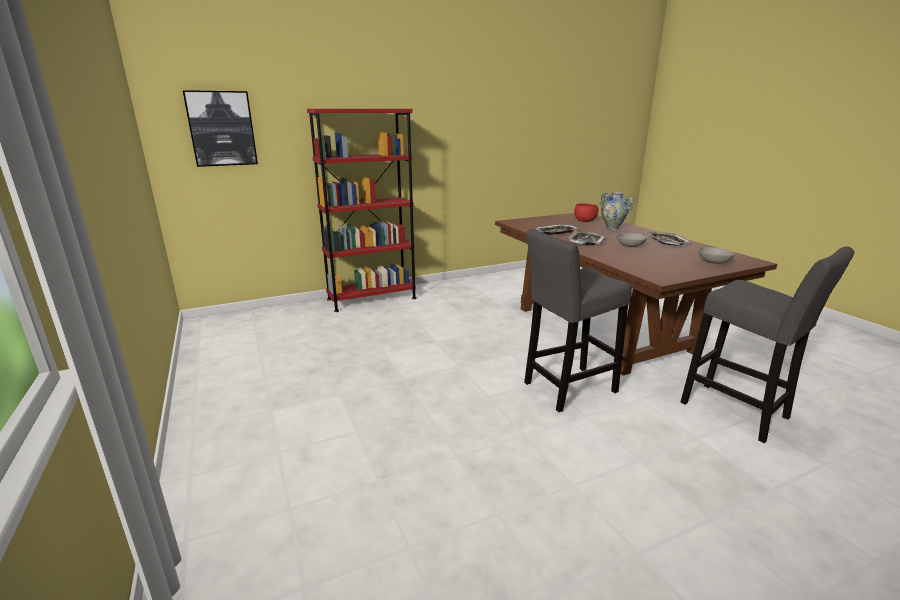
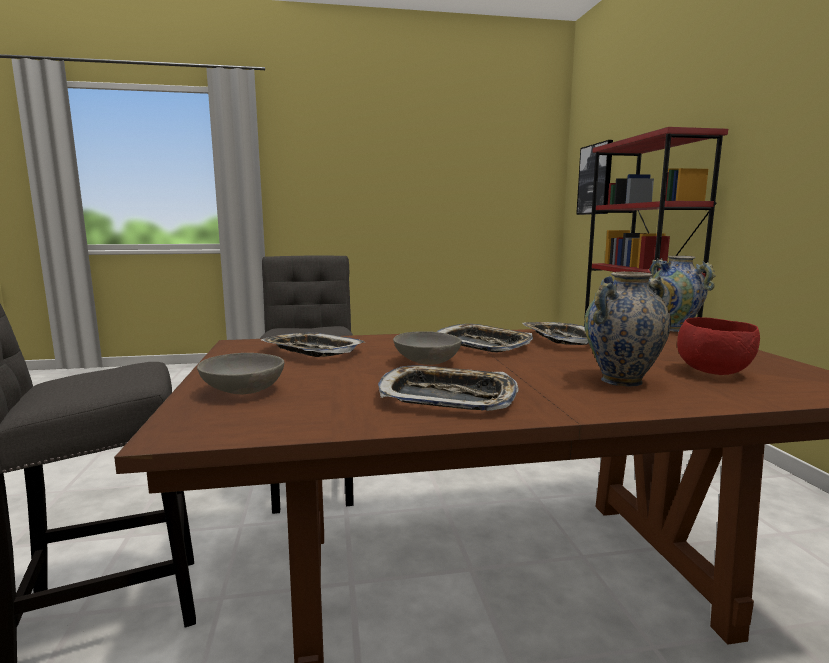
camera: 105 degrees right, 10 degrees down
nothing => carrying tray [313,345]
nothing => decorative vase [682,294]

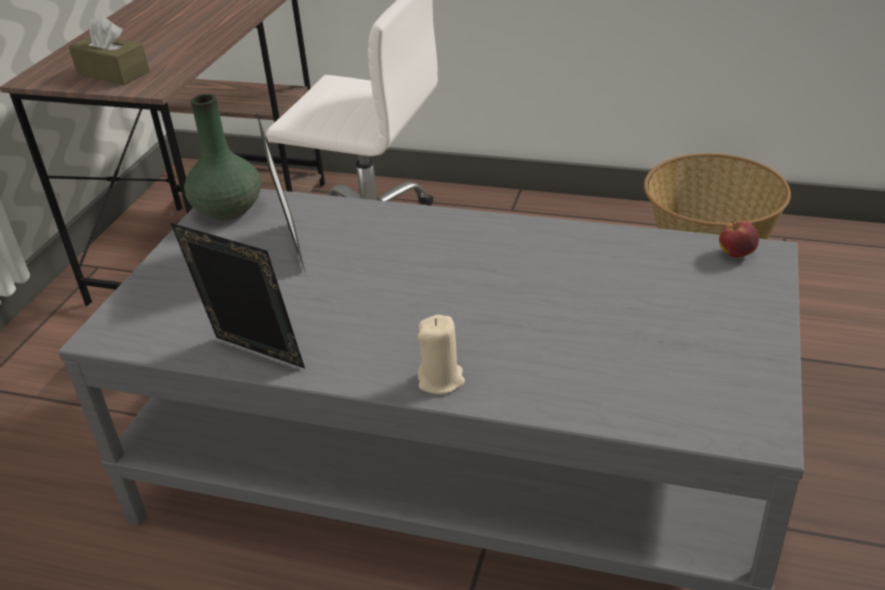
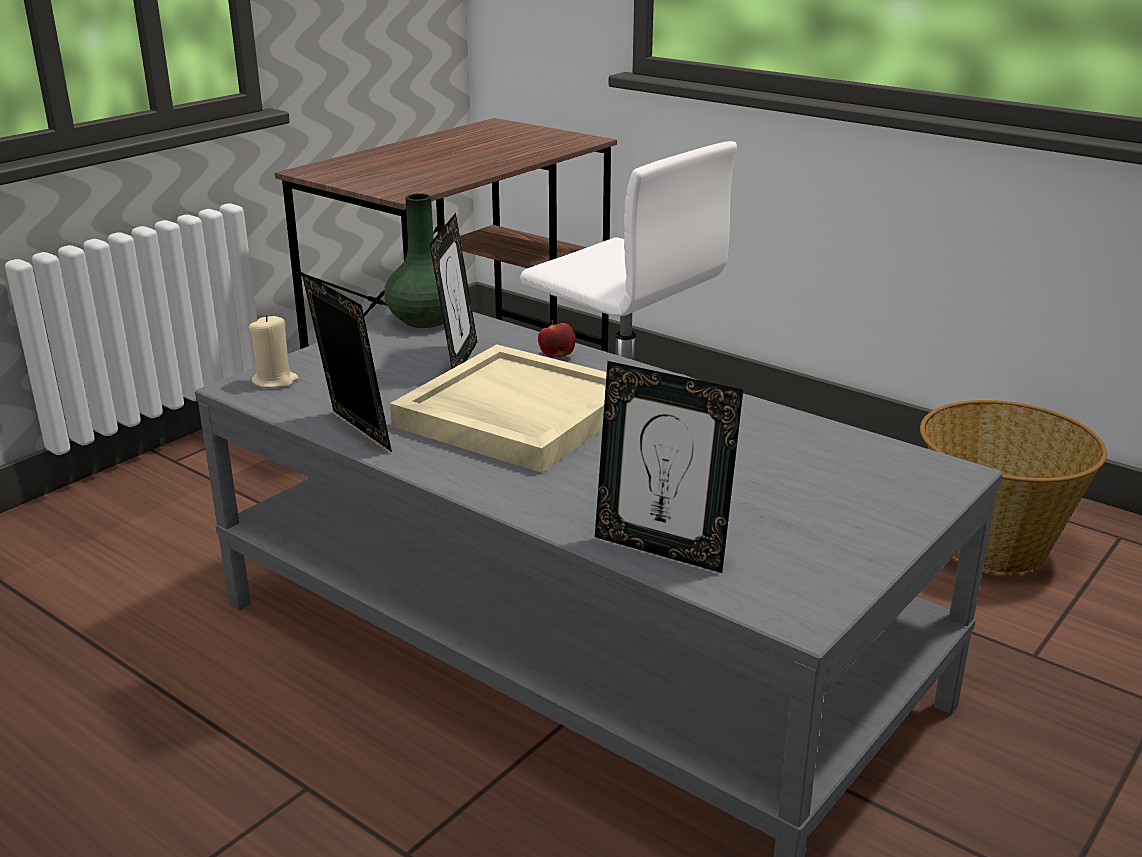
camera: 20 degrees right, 10 degrees down
tissue holder (brown) [109,50] => nothing
nothing => carrying tray (beige) [498,408]
nothing => photo frame [669,467]
wax candle (beige) [441,354] => wax candle (beige) [274,351], moved
apple [739,239] => apple [557,339], moved

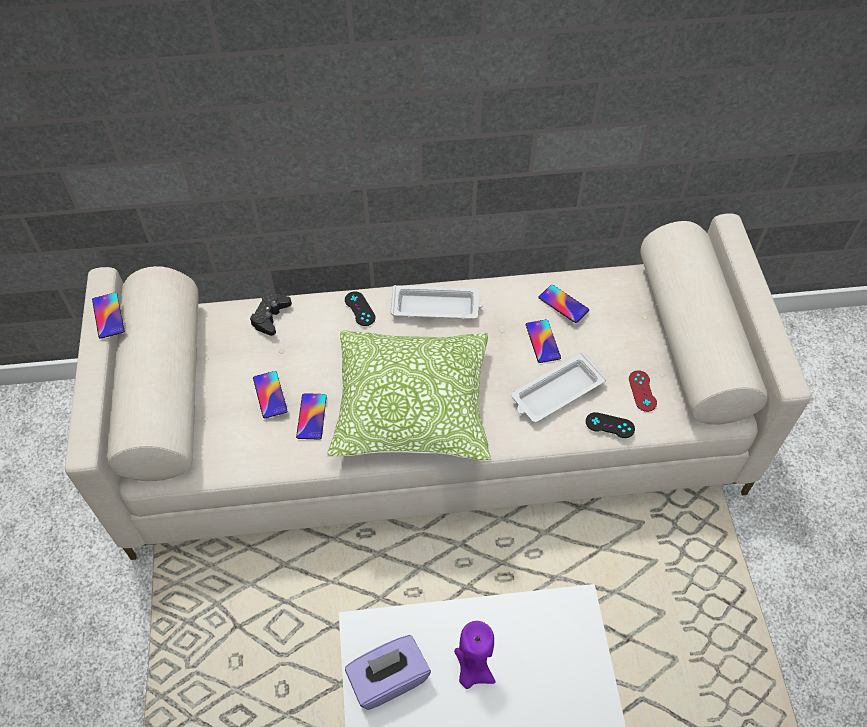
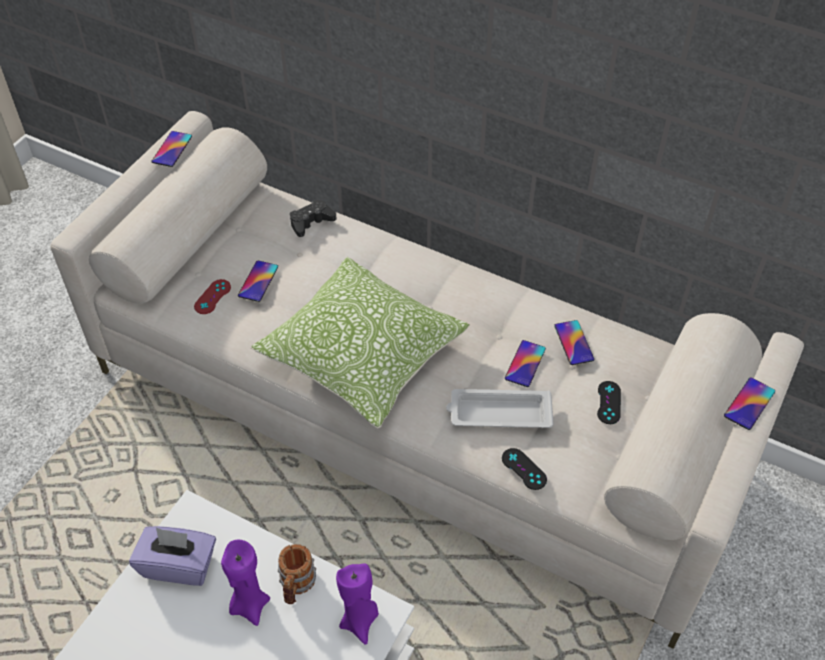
camera: 35 degrees right, 5 degrees down
carrying tray (white) [437,302] => nothing
nothing => coffee mug [297,574]
nothing => wax candle (purple-coloured) [357,604]
handset [311,416] => handset [749,403], moved
game controller (black-coloured) [360,308] => game controller (black-coloured) [609,402], moved
game controller (reddish) [643,391] => game controller (reddish) [212,296], moved

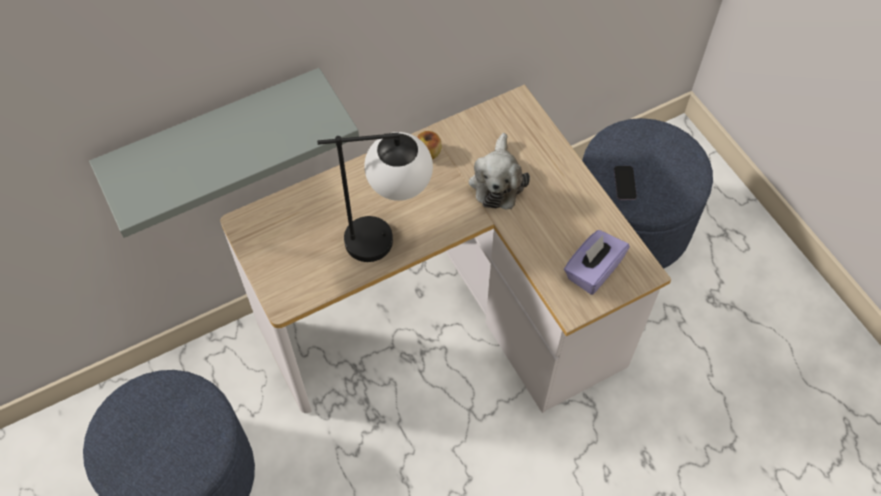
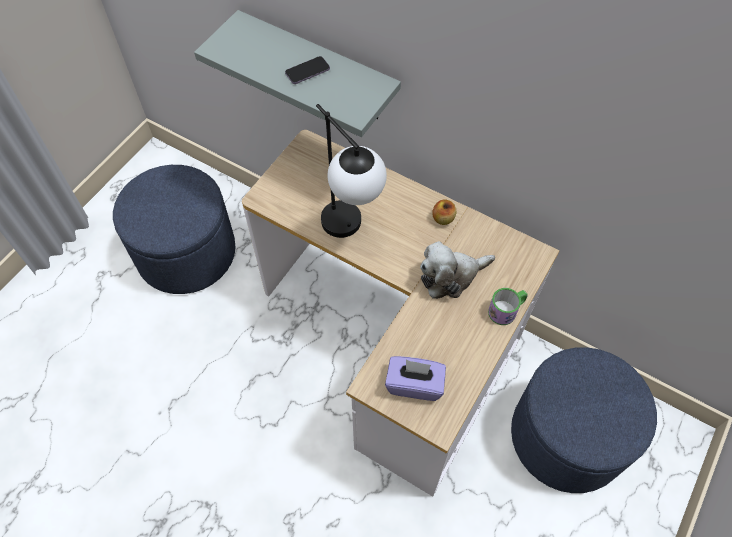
camera: 60 degrees right, 0 degrees up
nothing => coffee mug [508,306]
handset [625,183] => handset [307,70], moved

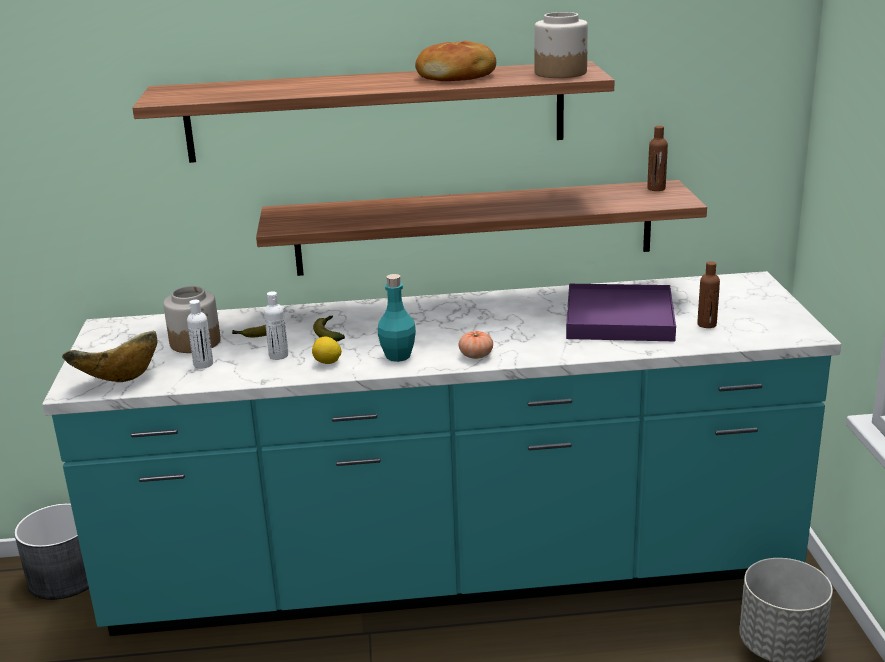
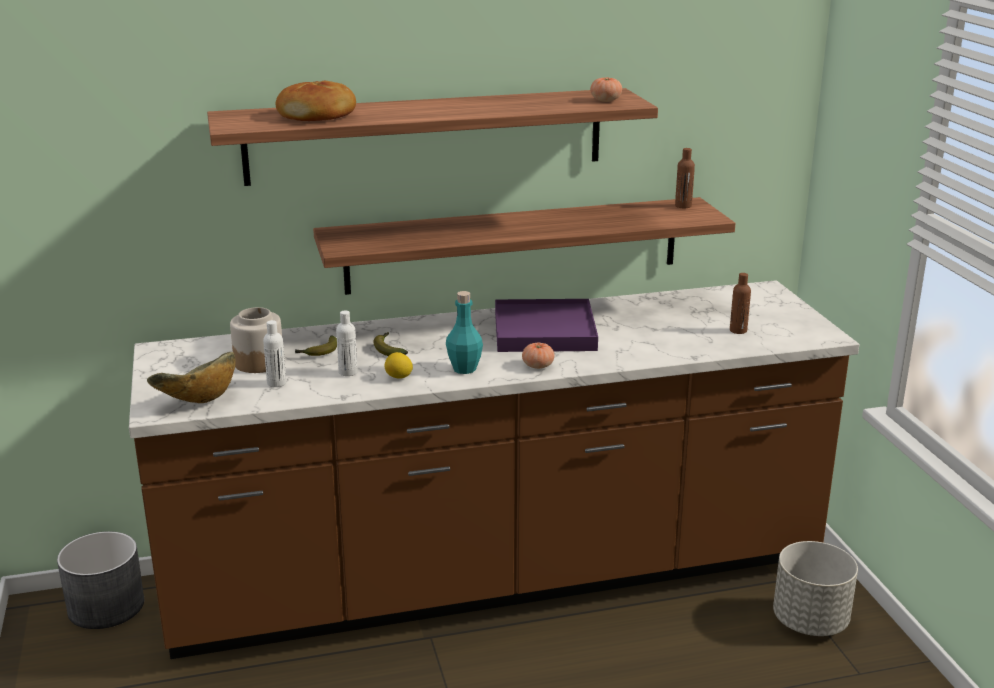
camera: 10 degrees left, 0 degrees up
baked bread [455,61] => baked bread [315,101], moved
carrying tray (purple-coloured) [621,312] => carrying tray (purple-coloured) [546,325], moved
preserve jar [561,45] => tomato [606,89]
counter (turquoise-coloured) [441,453] => counter (brown) [494,469]

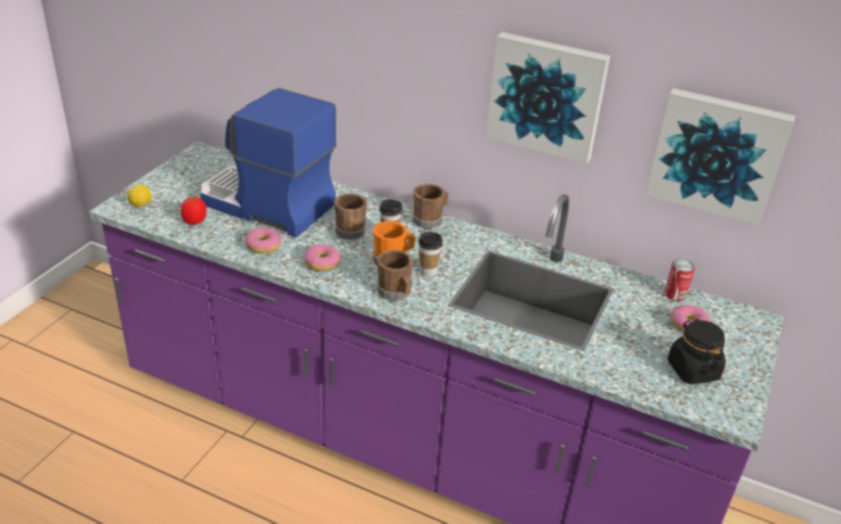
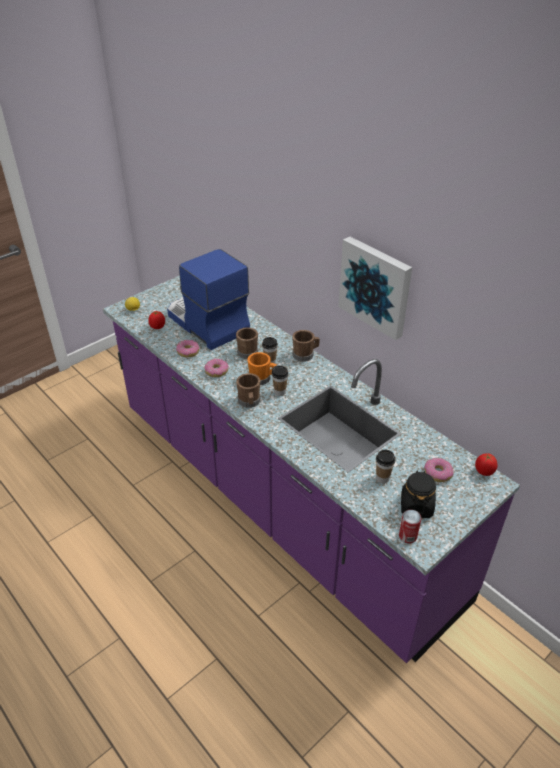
camera: 25 degrees right, 5 degrees up
wall art [720,157] => nothing
nothing => drinking cup [385,466]
nothing => tomato [486,464]
sealed can [680,280] => sealed can [410,526], moved

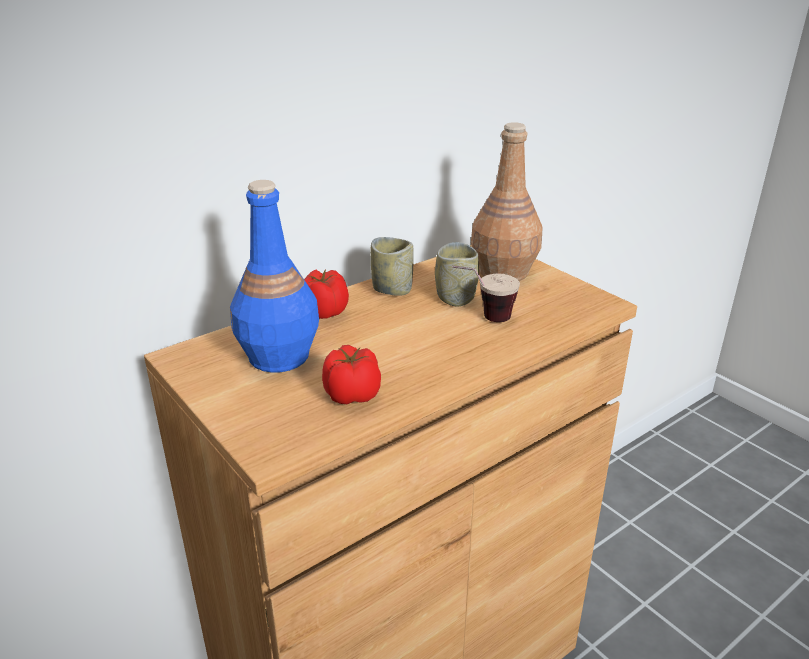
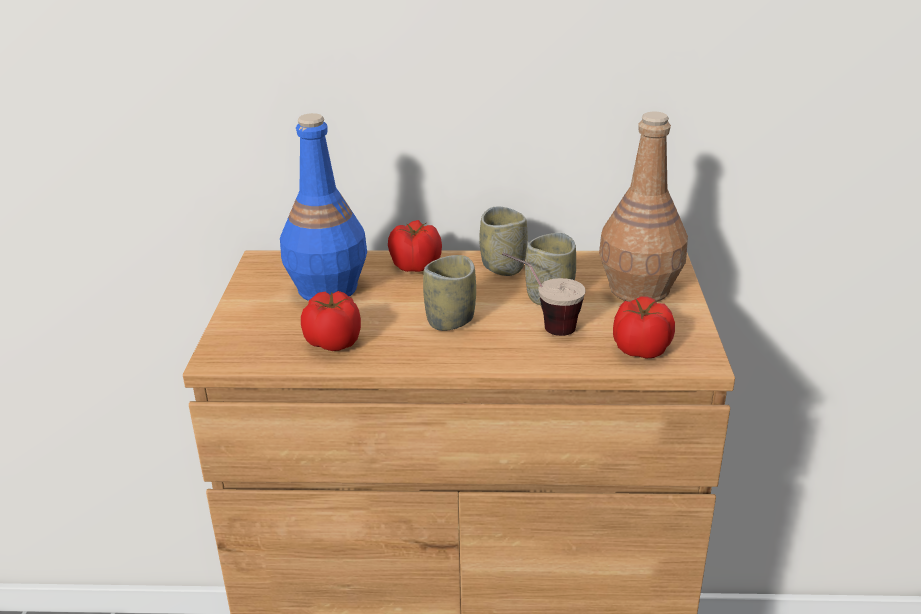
camera: 40 degrees right, 0 degrees up
nothing => drinking cup [449,293]
nothing => tomato [644,328]

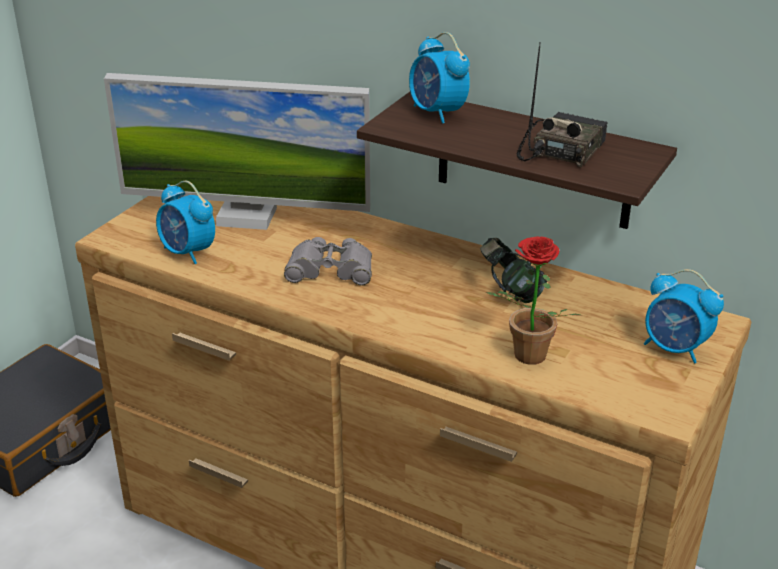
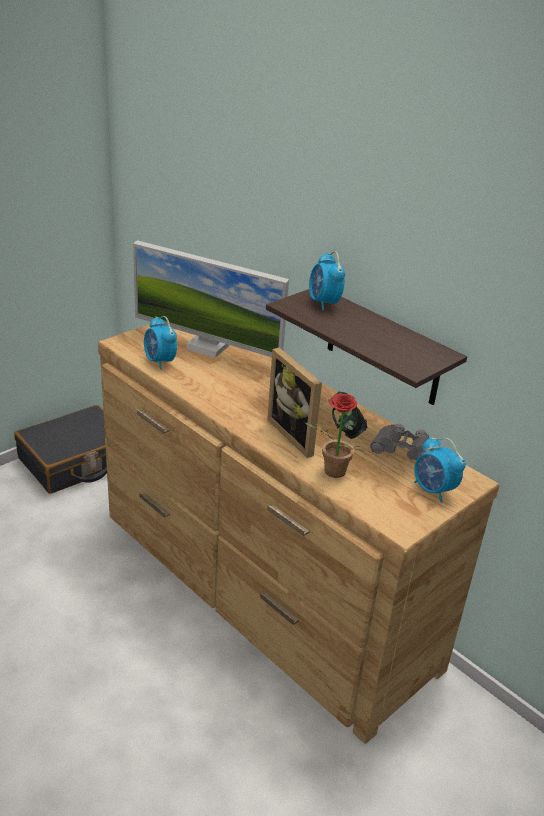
camera: 15 degrees right, 0 degrees up
radio [562,104] => nothing
nothing => photo frame [294,403]
field glasses (gray) [328,261] => field glasses (gray) [402,442], moved

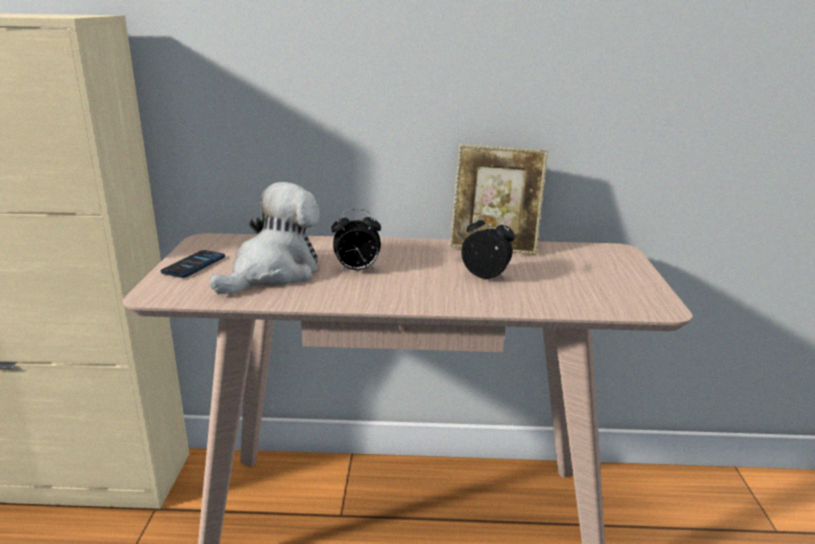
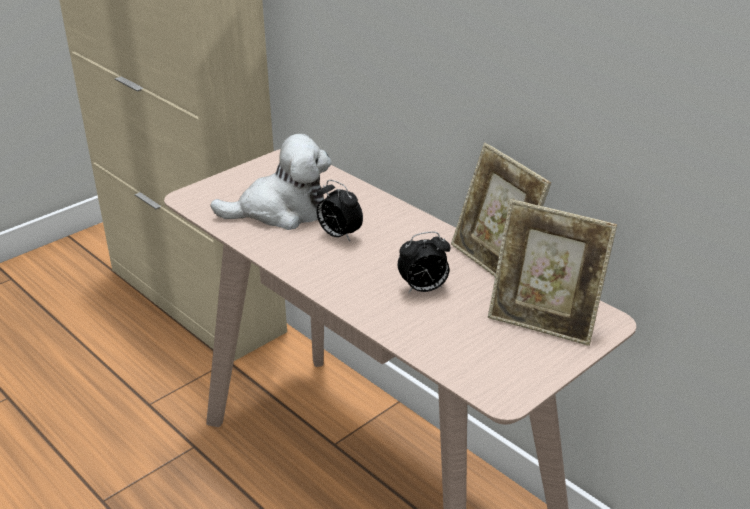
camera: 45 degrees right, 10 degrees up
handset [193,264] => nothing
nothing => photo frame [552,272]
bedside clock [488,246] => bedside clock [424,262], 90 degrees clockwise

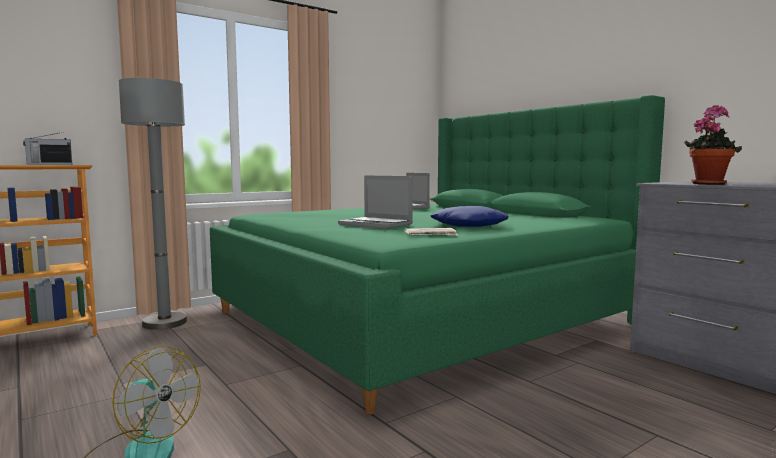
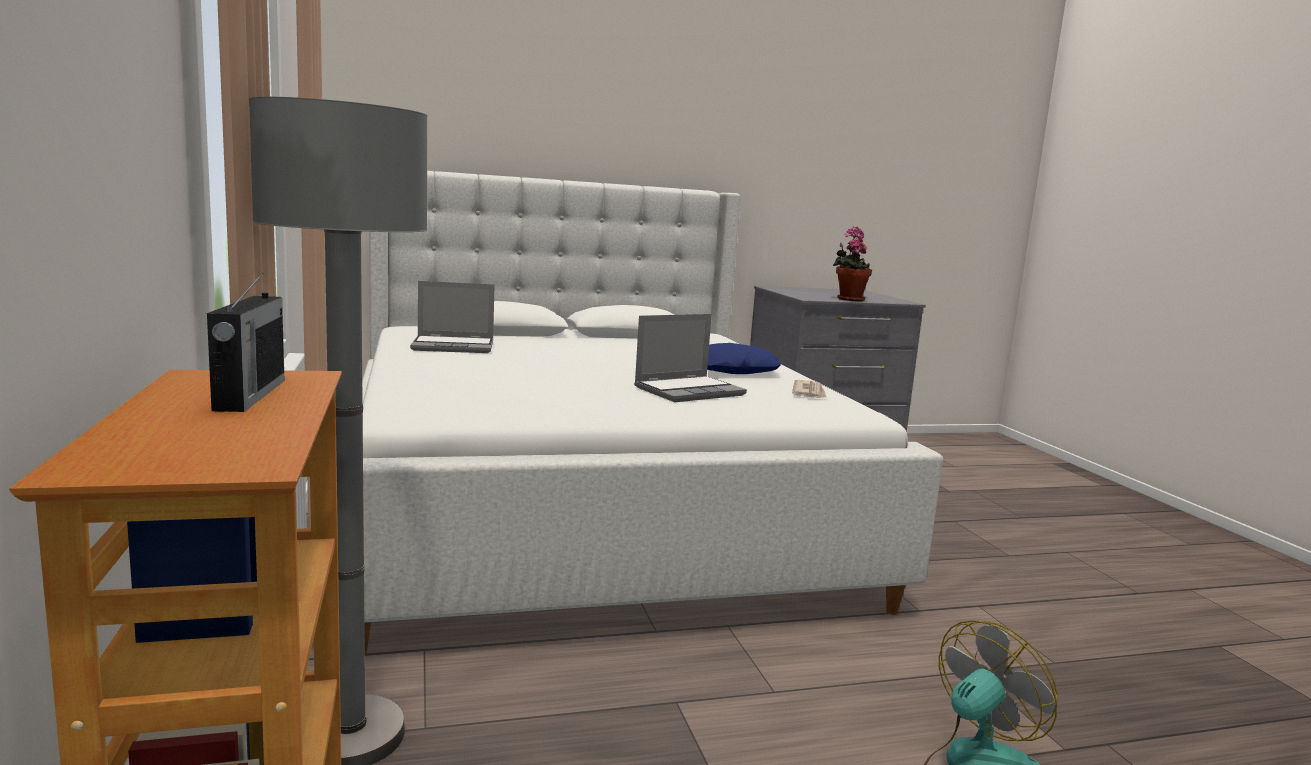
camera: 70 degrees left, 5 degrees up
bed (green-coloured) [437,254] => bed (white) [652,413]

